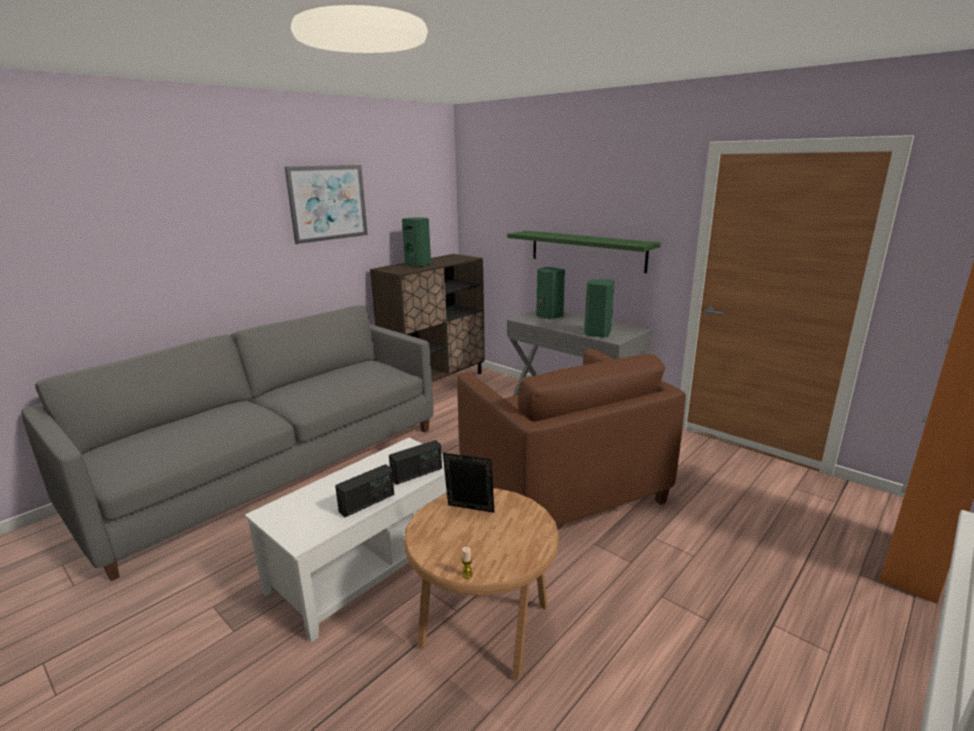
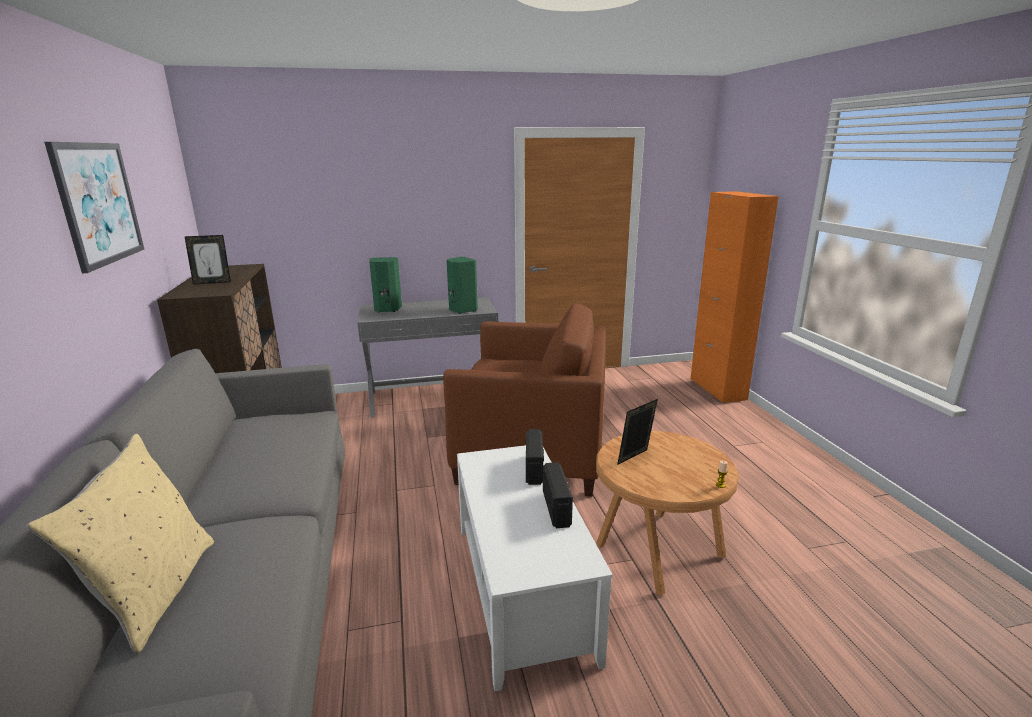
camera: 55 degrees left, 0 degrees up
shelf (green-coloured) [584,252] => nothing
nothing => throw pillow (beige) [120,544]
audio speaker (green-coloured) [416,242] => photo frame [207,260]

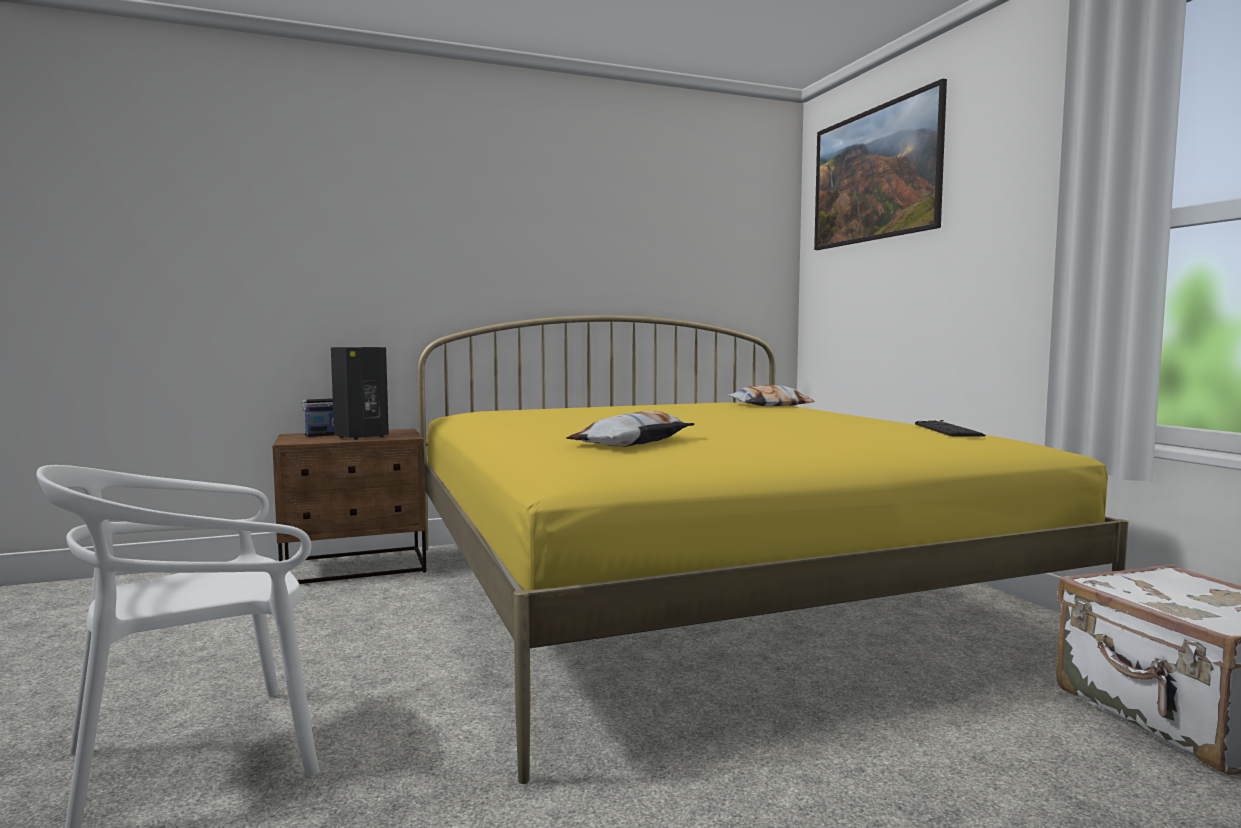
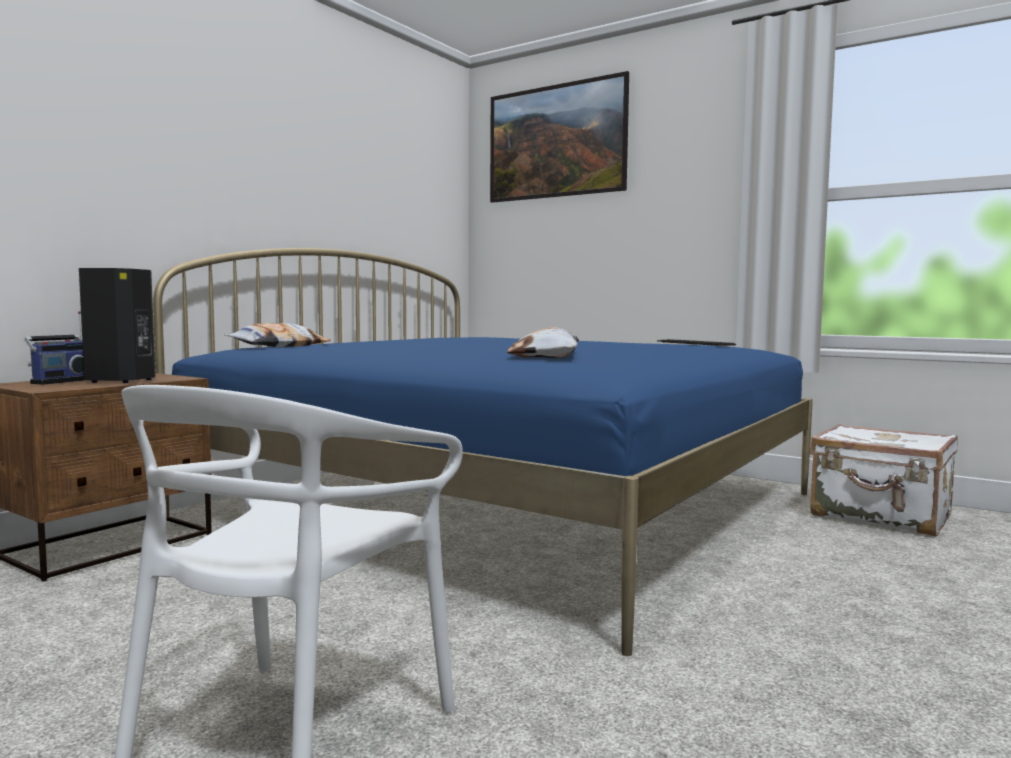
camera: 35 degrees left, 0 degrees up
throw pillow [770,396] => throw pillow [277,335], moved
bed (yellowish) [773,549] => bed (bluish) [483,452]

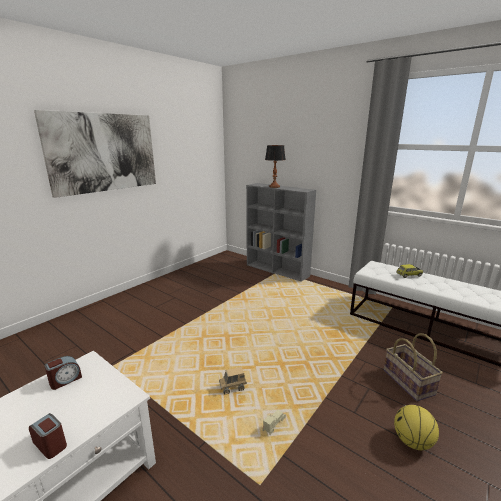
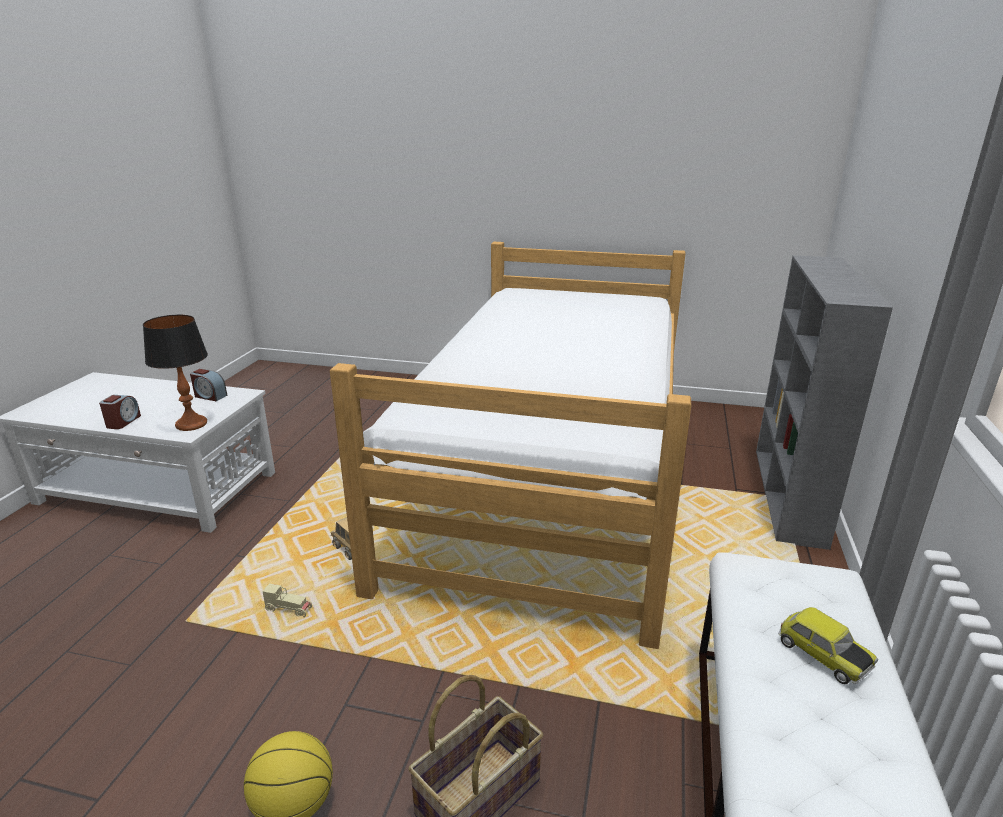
camera: 65 degrees right, 5 degrees up
wall art [95,154] => nothing
nothing => bed [510,445]
tabletop lamp [275,166] => tabletop lamp [175,373], moved

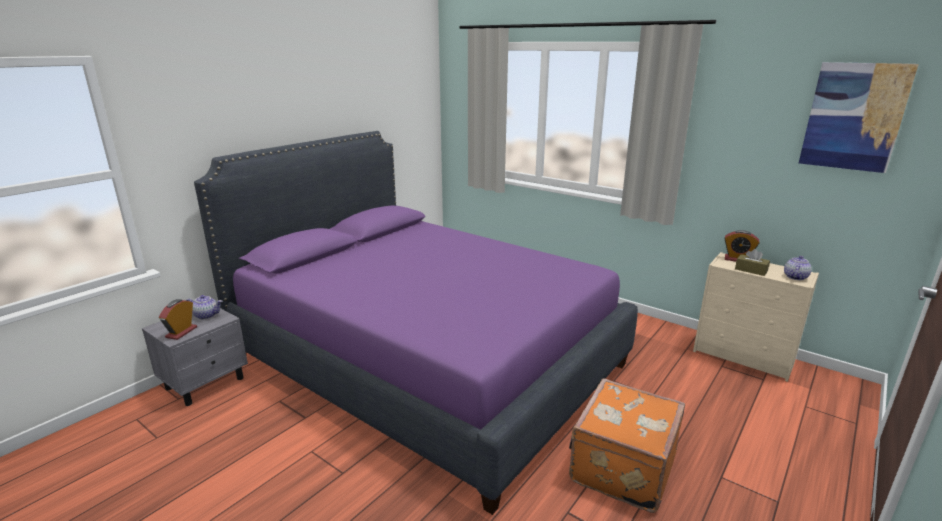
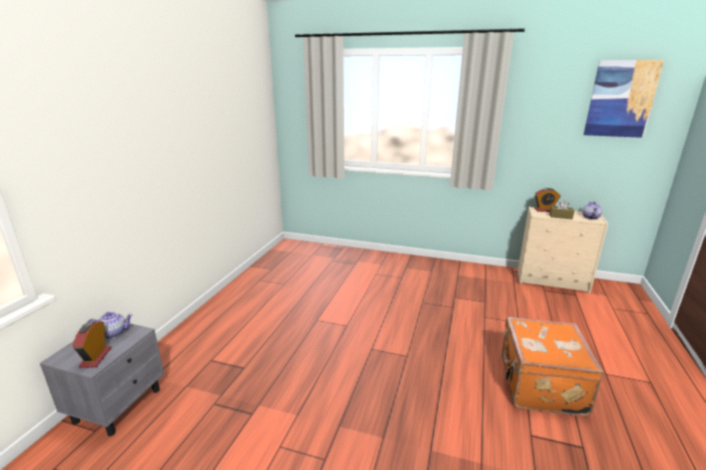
camera: 20 degrees left, 0 degrees up
bed (purple-coloured) [416,323] => nothing

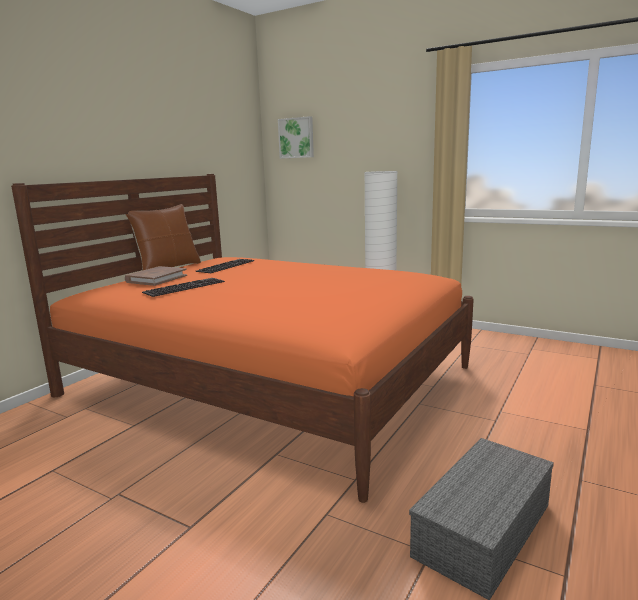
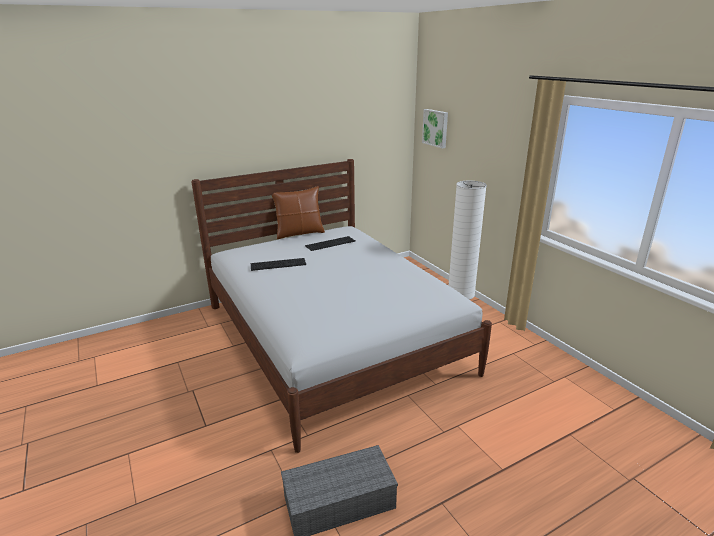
camera: 30 degrees right, 10 degrees up
book (brown) [156,276] => nothing
bed (orange-coloured) [242,338] => bed (white) [341,306]

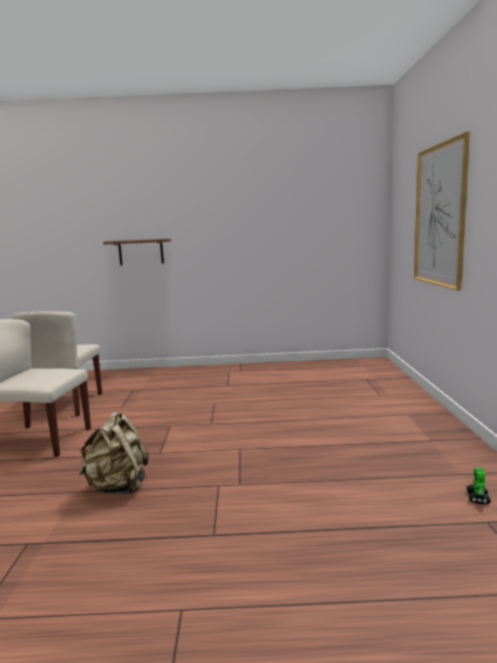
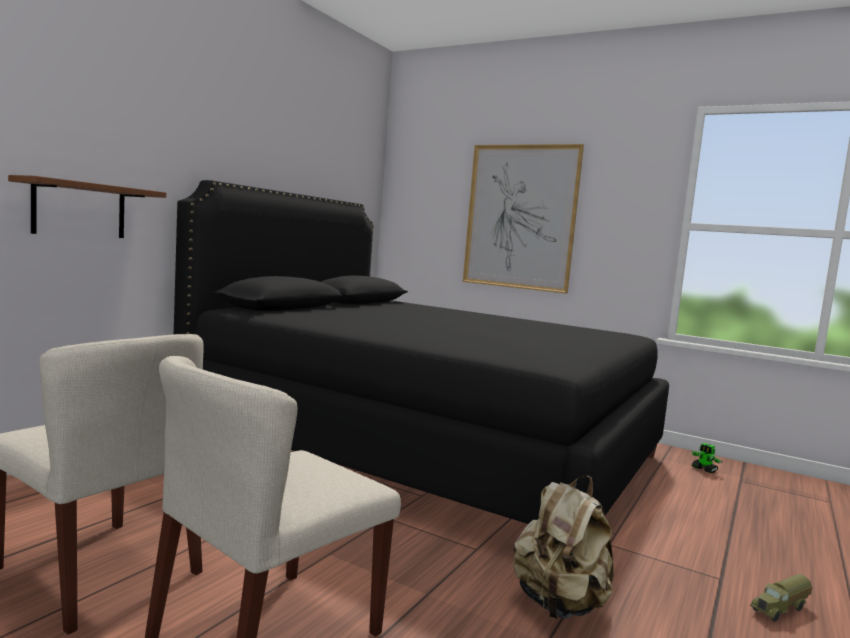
camera: 60 degrees left, 5 degrees down
nothing => bed (black-coloured) [421,352]
nothing => toy lorry [781,598]

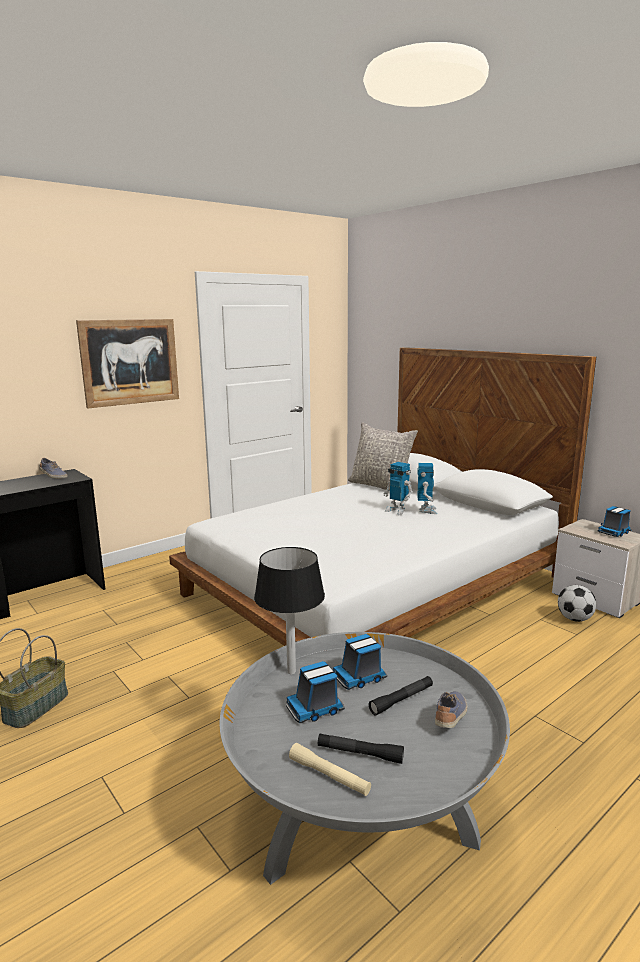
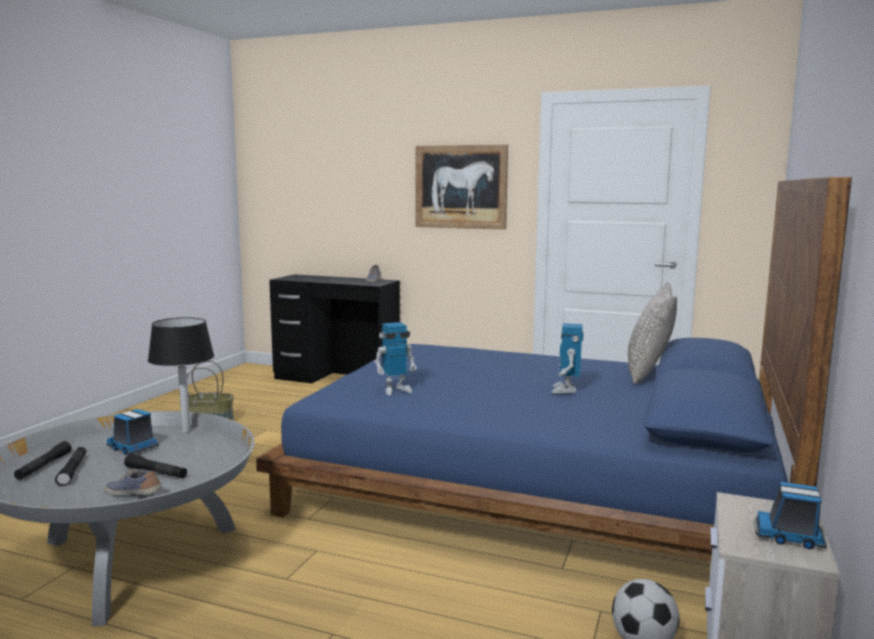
camera: 60 degrees right, 5 degrees down
toy lorry [360,662] => nothing
robot figure [427,488] => robot figure [395,358], moved
bed (white) [382,496] => bed (bluish) [554,369]
flashlight (beige) [330,769] => flashlight (black-coloured) [43,460]
shoe [451,709] => shoe [133,483], 150 degrees counterclockwise

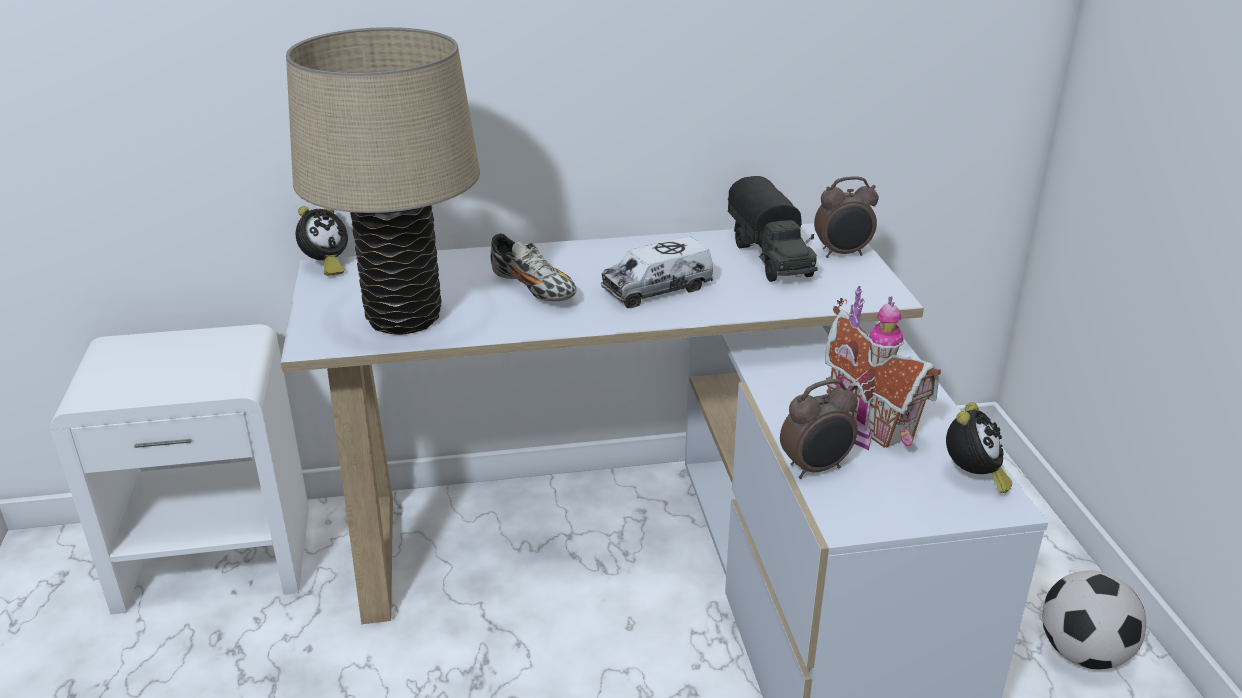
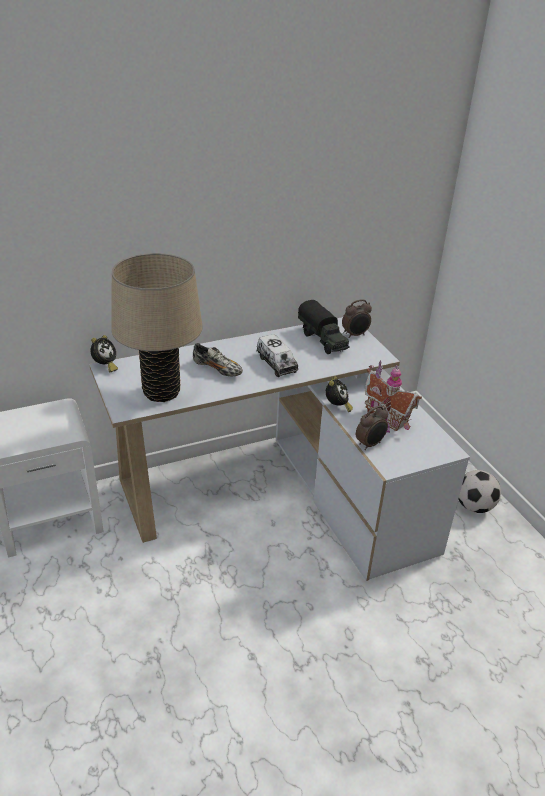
camera: 15 degrees left, 5 degrees up
bedside clock [979,448] => bedside clock [339,394], moved
toy lorry [657,272] => toy lorry [277,355], 75 degrees counterclockwise

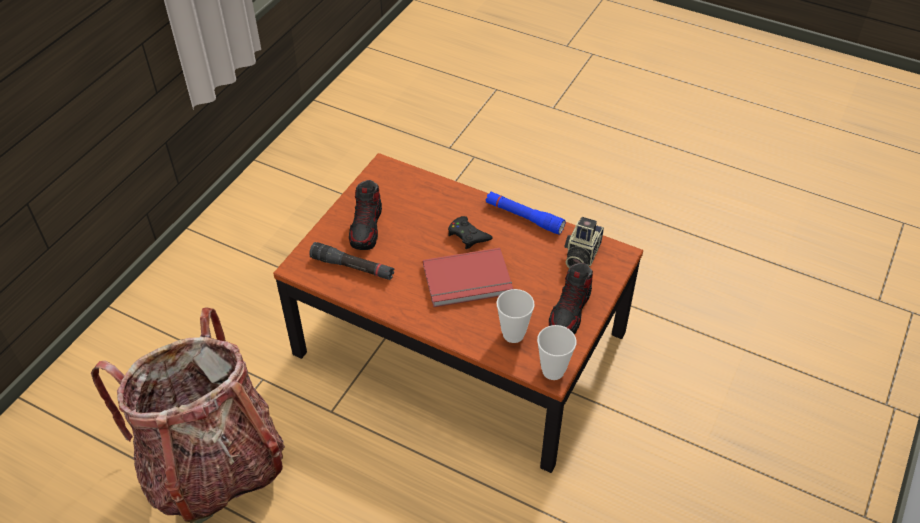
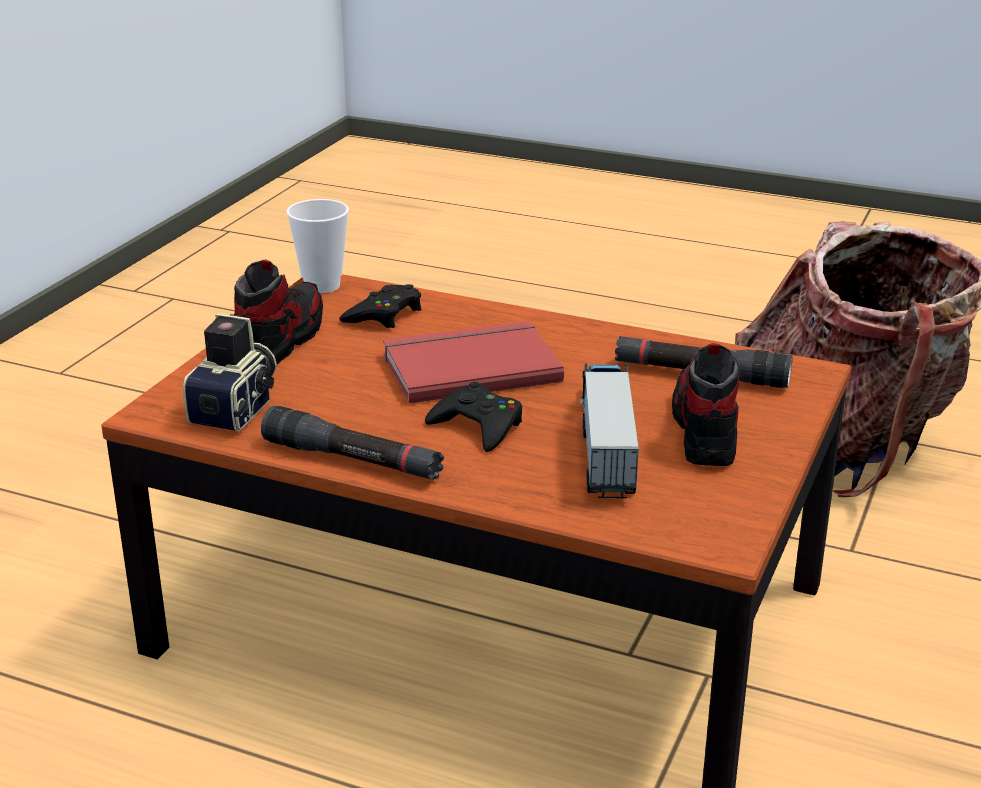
camera: 175 degrees right, 20 degrees down
nothing => toy lorry [609,430]
drinking cup [515,316] => game controller (black-coloured) [380,306]
flashlight (bluish) [526,213] => flashlight (black-coloured) [352,443]

